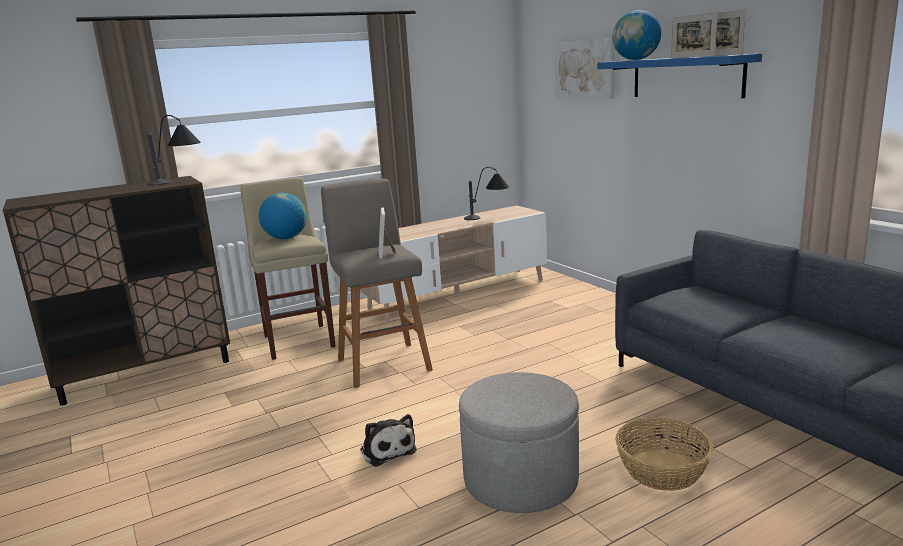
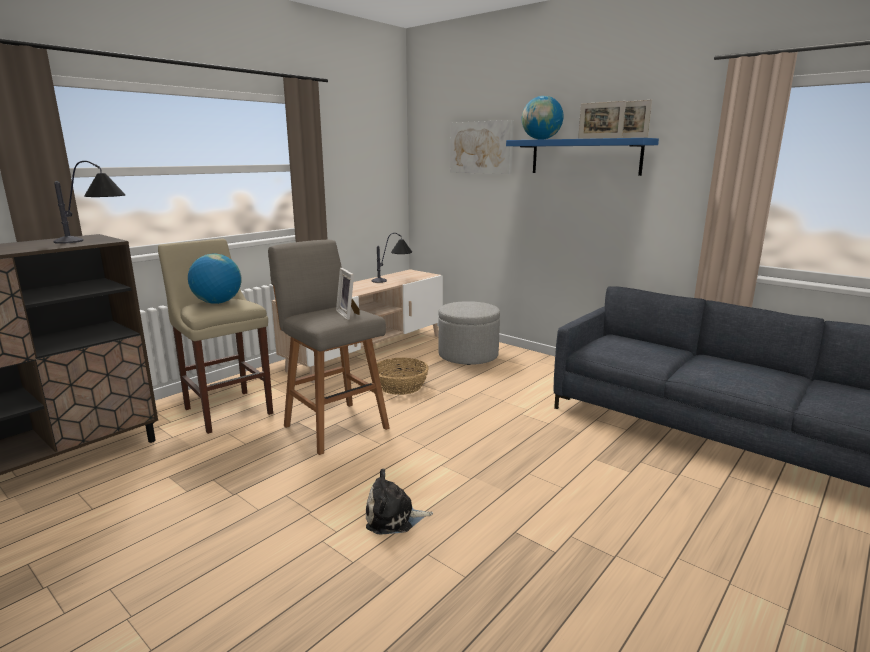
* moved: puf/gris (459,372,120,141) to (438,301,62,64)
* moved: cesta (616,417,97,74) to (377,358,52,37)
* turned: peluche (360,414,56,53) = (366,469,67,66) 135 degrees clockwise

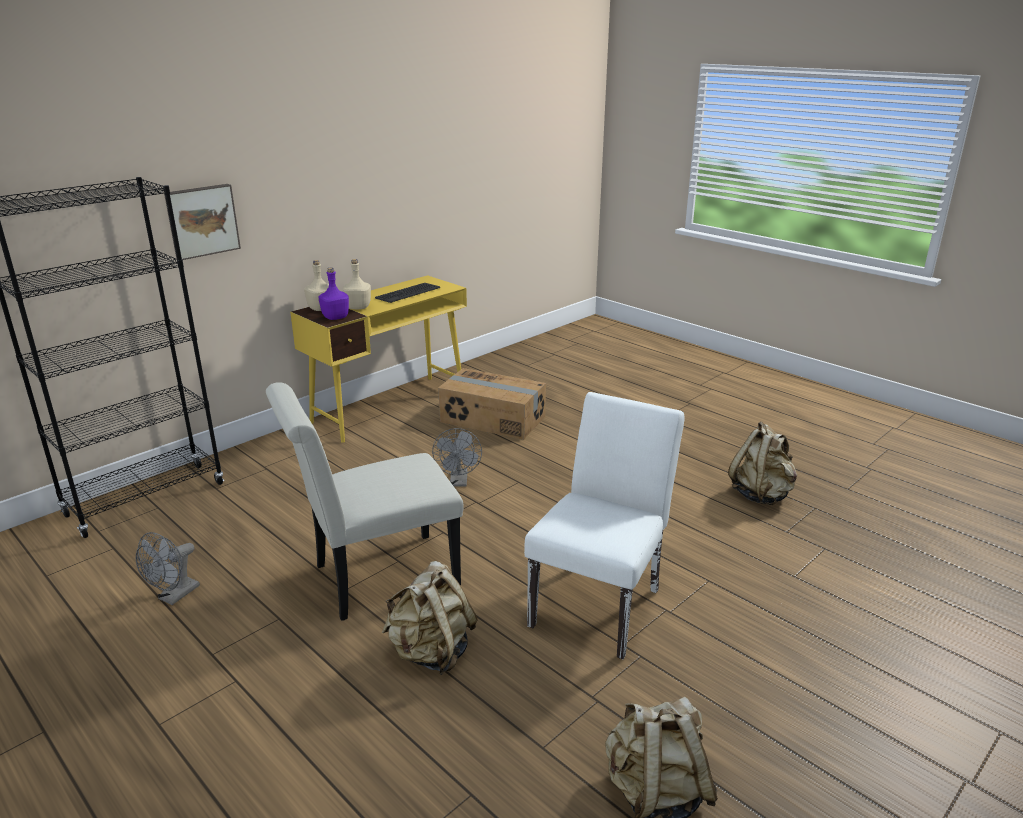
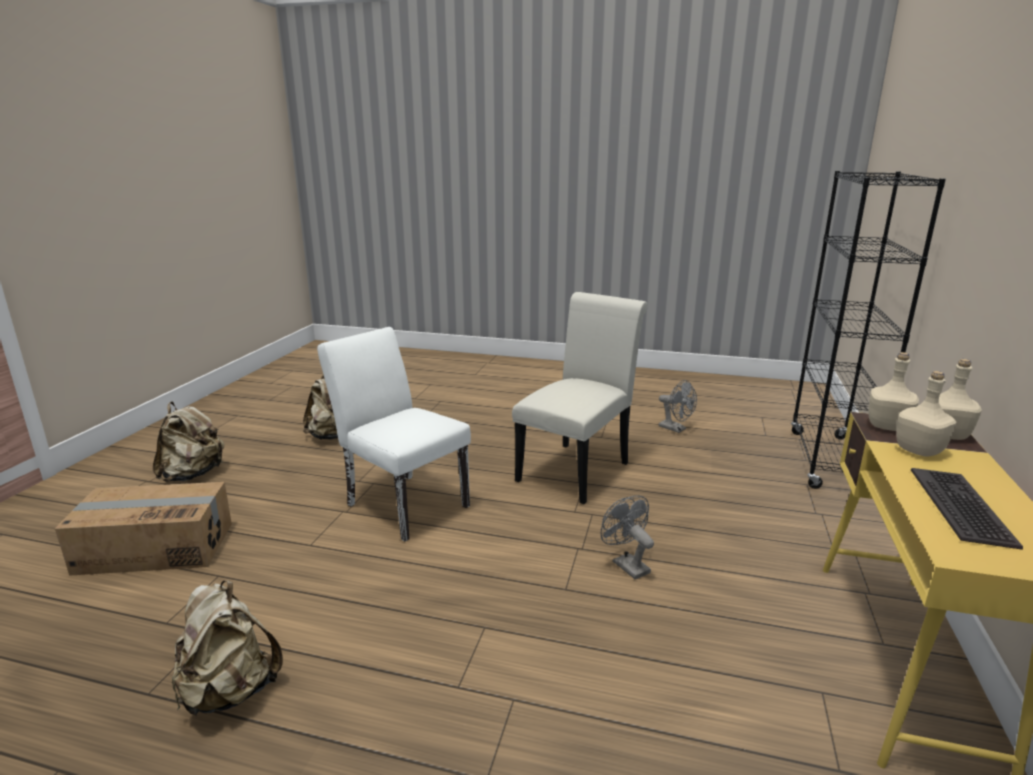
* removed: cuadro (164,184,77,76)
* moved: mochila/beis (382,561,96,114) to (153,402,72,80)
* moved: caja de cartón (438,368,108,72) to (55,482,177,94)
* recoloured: botella/morado (319,268,30,52) to botella/beis (868,352,51,79)
* turned: ventilador/gris (136,532,64,73) = (659,380,38,53) 135 degrees clockwise
* turned: silla/blanco (524,392,160,268) = (317,327,154,215) 135 degrees clockwise

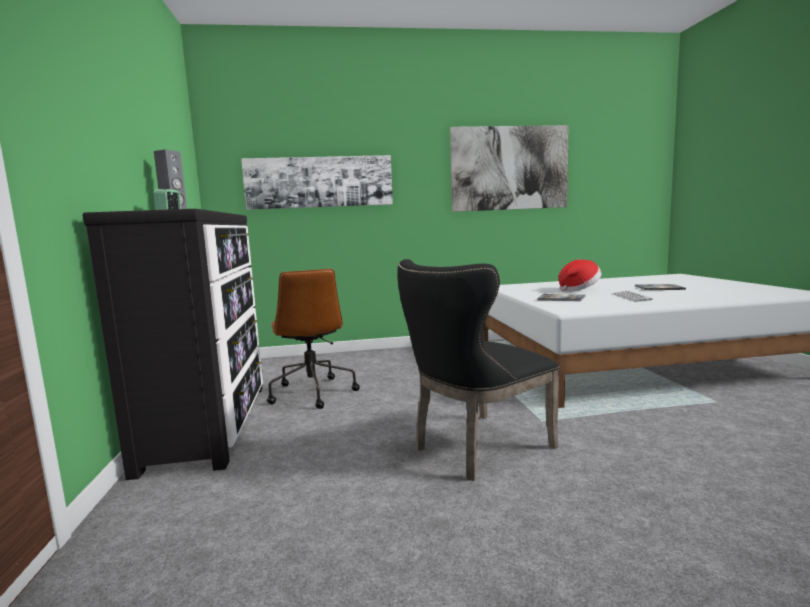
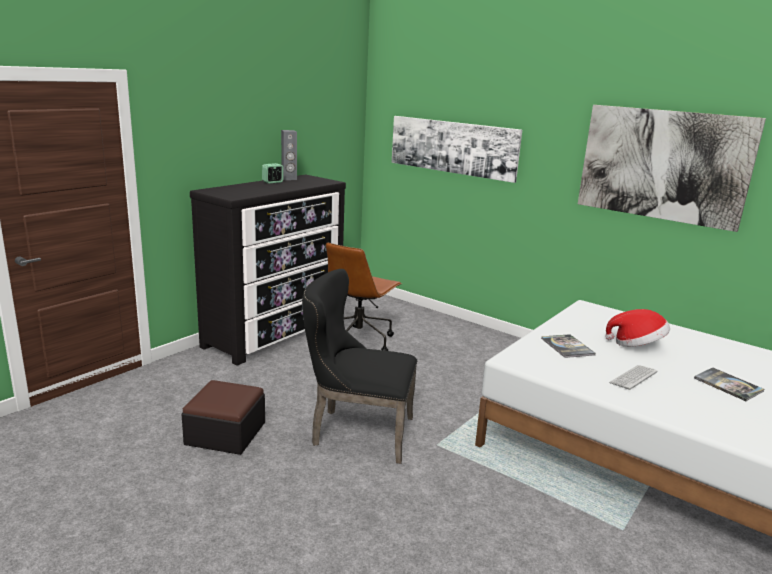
* added: puf (182,380,83,75)

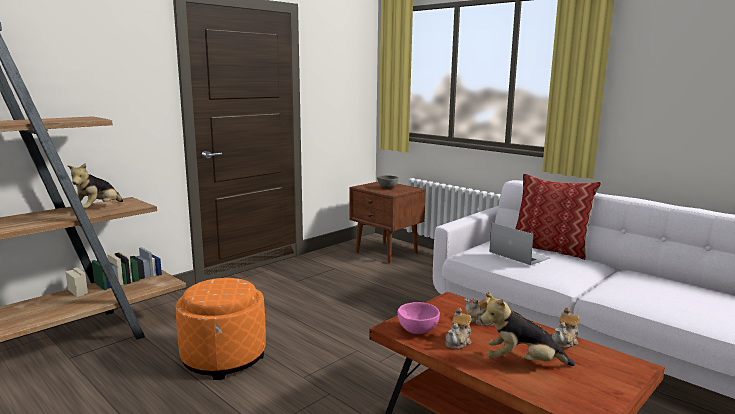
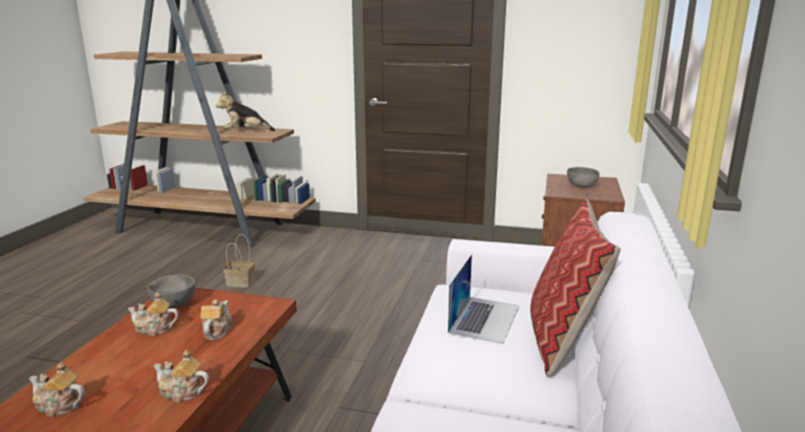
* removed: peluche (480,293,95,73)
* added: tetera (29,362,56,55)
* replaced: puf/naranja (176,278,90,102) to cesta (223,234,32,54)
* recoloured: cuenco/rosa (397,302,43,32) to cuenco/gris (147,274,49,34)

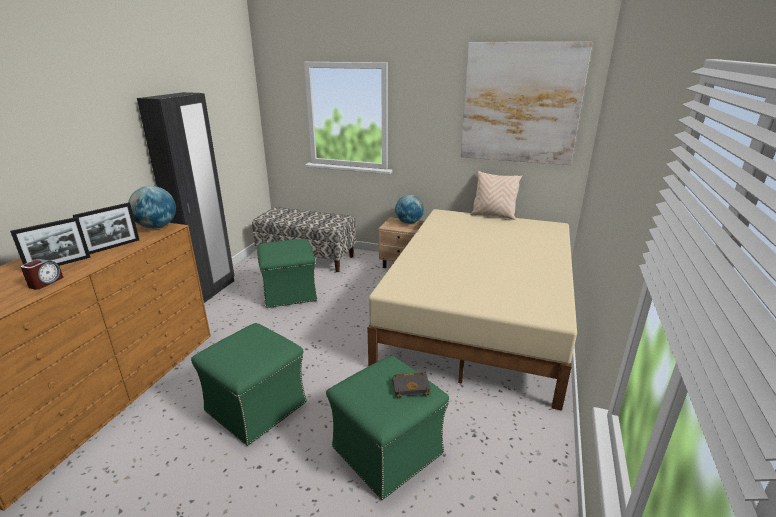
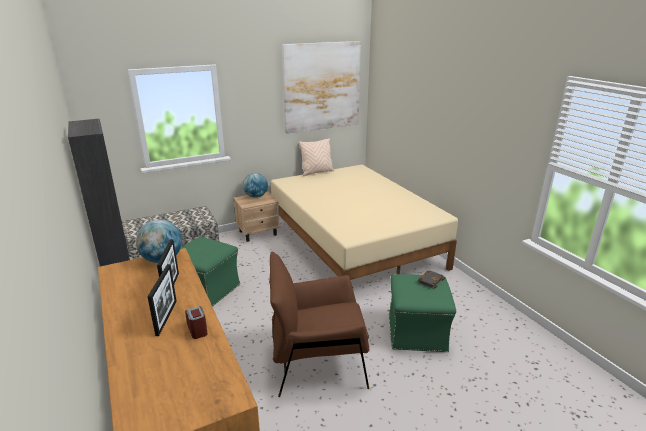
* replaced: puf/verde (191,323,116,123) to sillón/marrón (269,252,100,145)

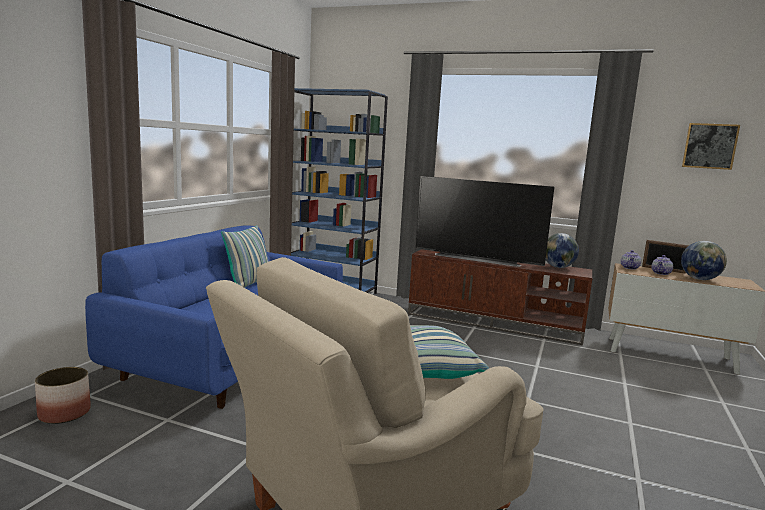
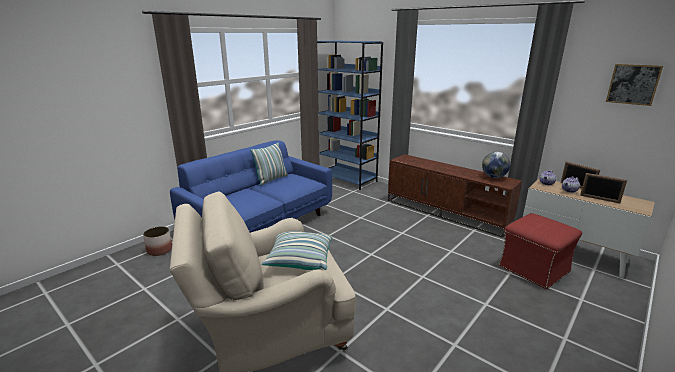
* removed: televisor (415,176,139,91)
* added: puf/rojo (499,213,83,76)
* replaced: globo terráqueo (681,241,46,39) to portarretratos (580,173,47,30)

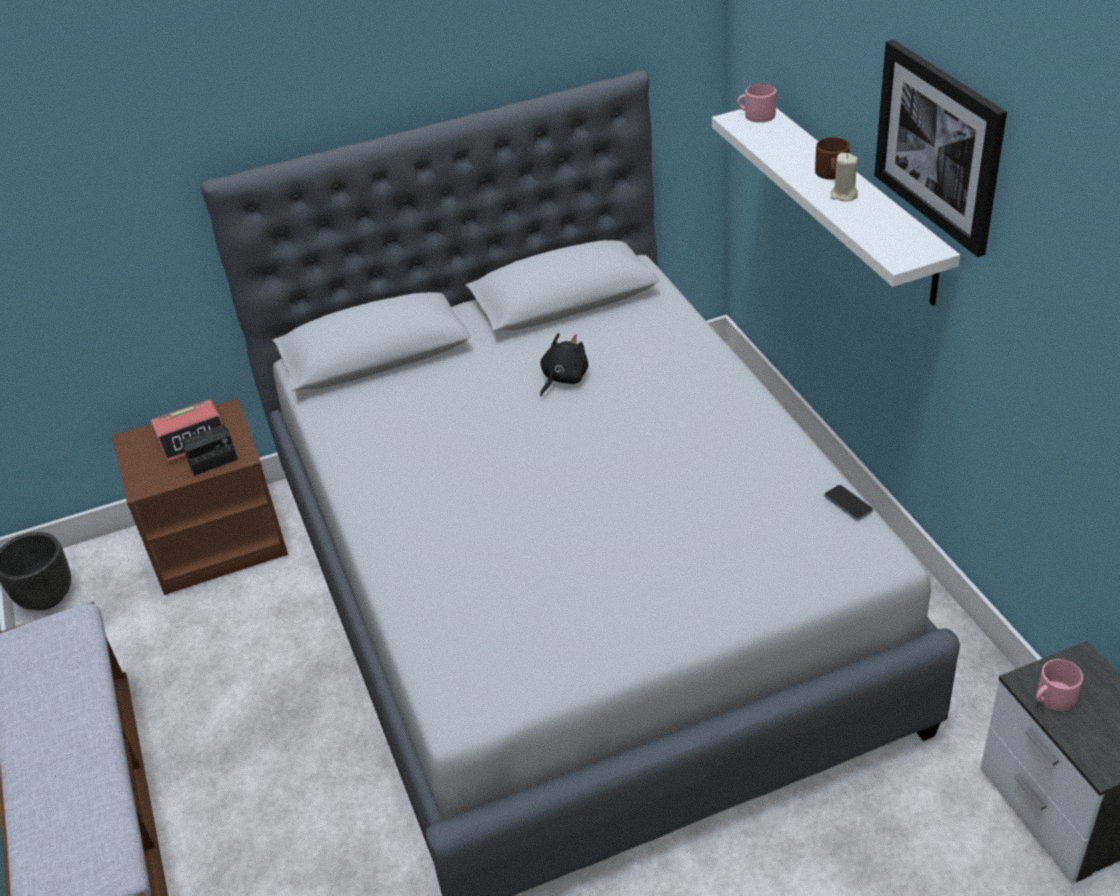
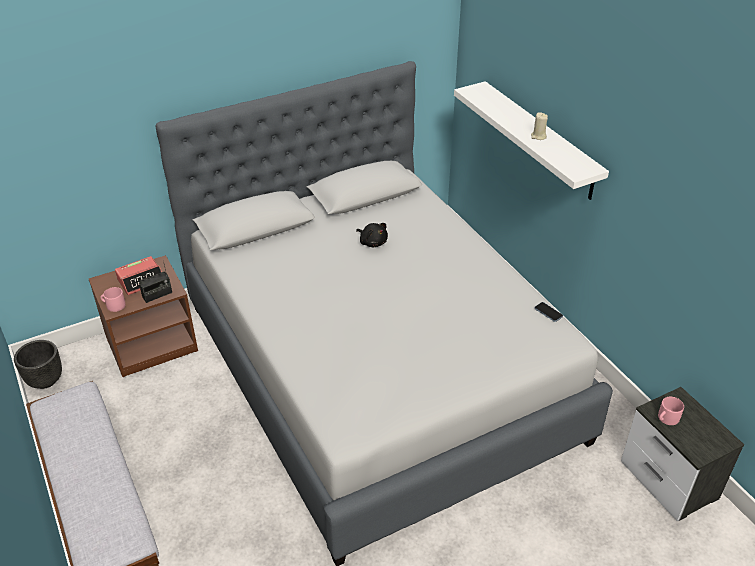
* removed: taza grande/marrón (815,137,35,43)
* removed: cuadro (874,39,133,218)
* moved: taza grande/rosa (737,84,39,39) to (100,287,26,25)
* turned: peluche/negro (540,333,49,63) = (356,223,32,24) 105 degrees clockwise

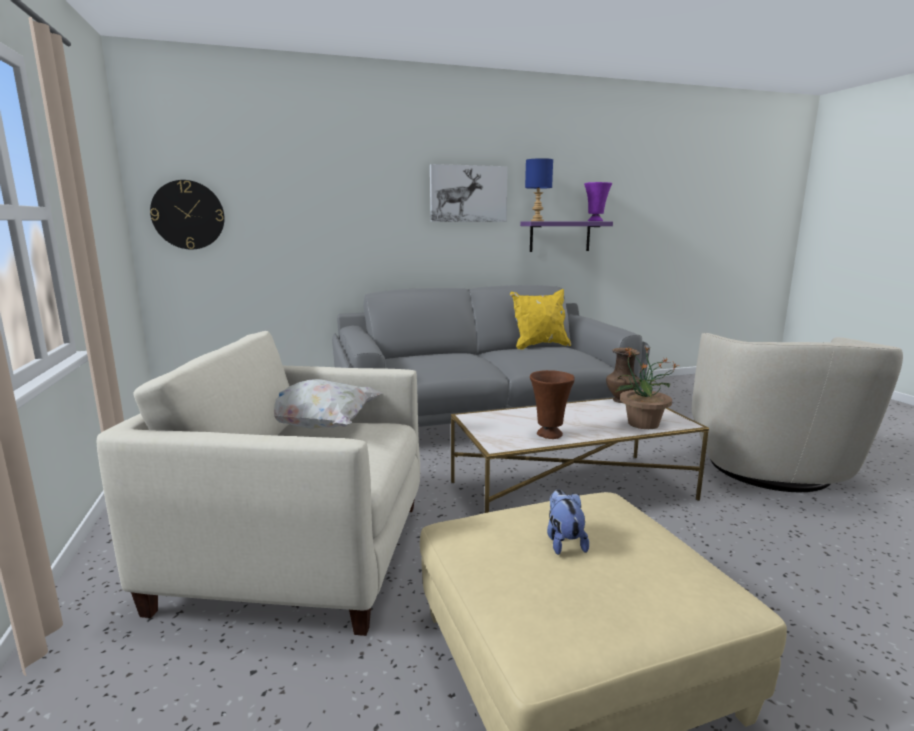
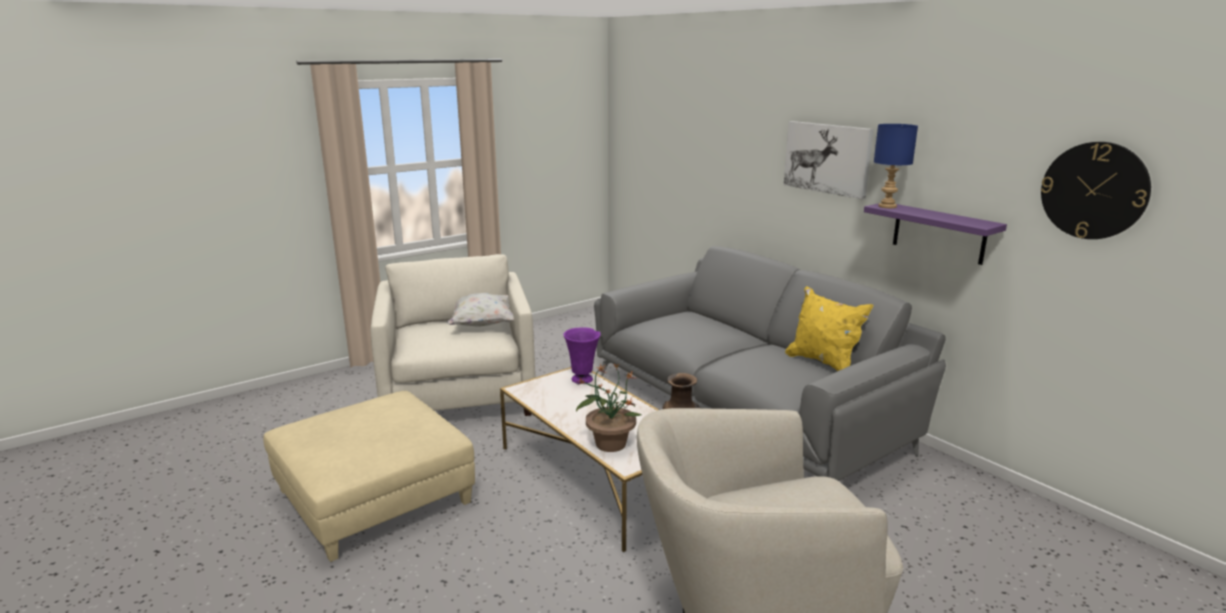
* removed: florero/marrón (530,370,45,69)
* removed: peluche (547,490,42,65)
* moved: reloj de pared (150,180,74,69) to (1041,142,110,97)
* moved: florero/morado (584,182,28,39) to (563,327,38,57)

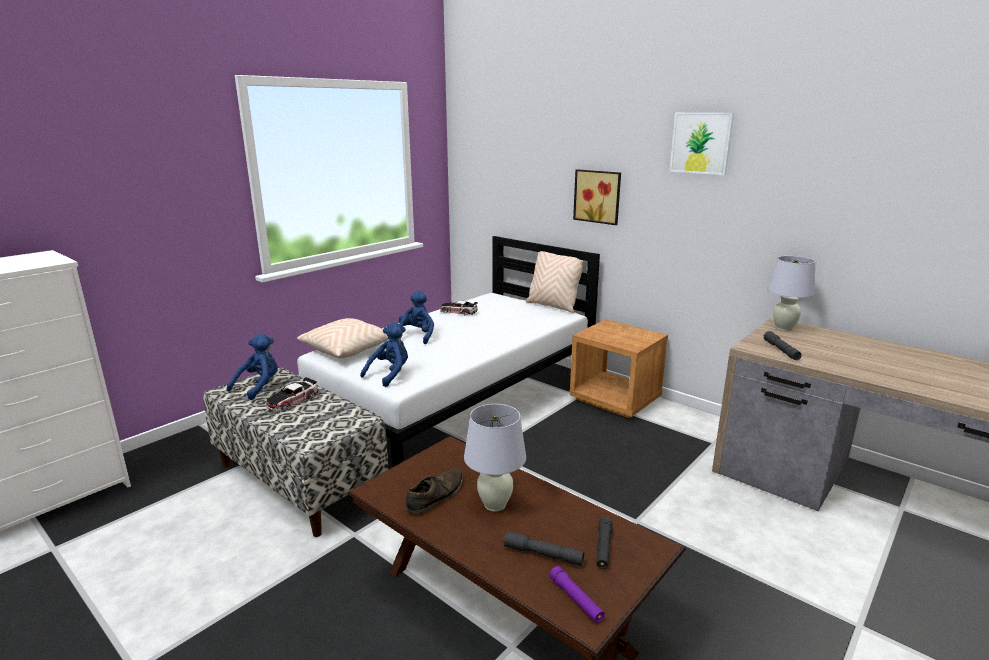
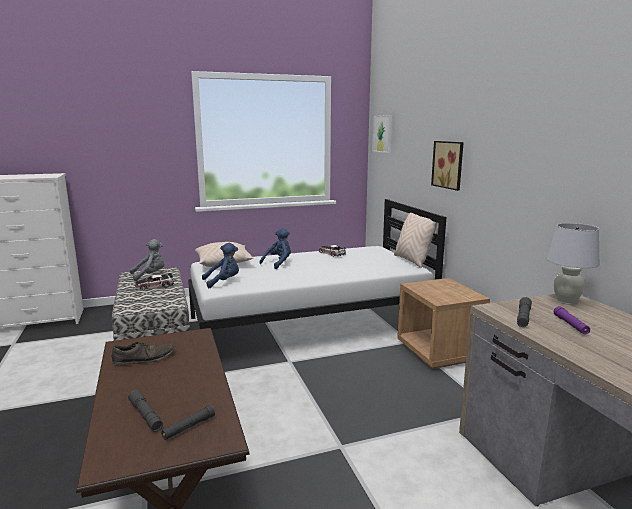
* removed: lámpara de mesa/blanco (464,404,62,107)
* moved: linterna/morado (549,566,56,57) to (554,306,36,29)
* moved: cuadro (669,113,65,62) to (372,115,20,38)
* recoloured: peluche/azul (227,334,51,66) to peluche/gris (130,239,35,42)

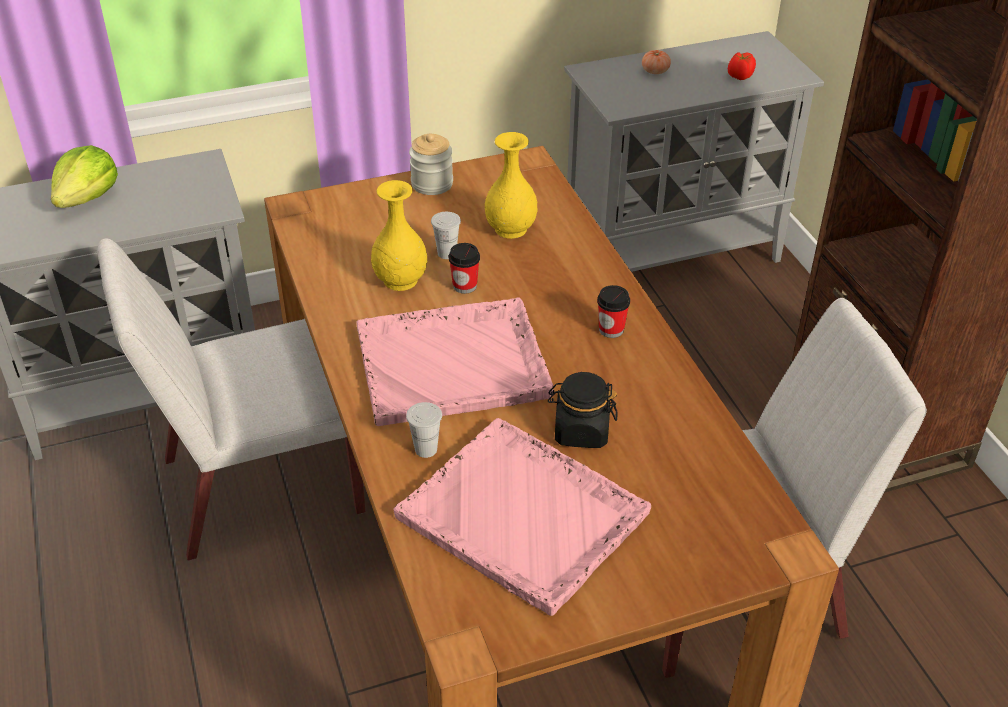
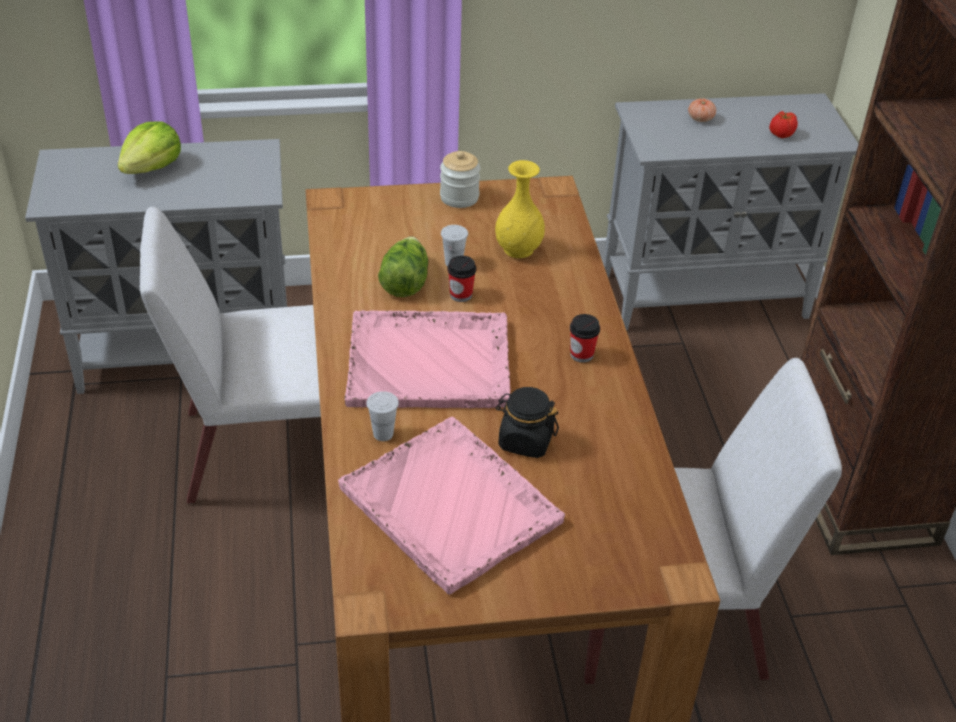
* replaced: florero/amarillo (371,180,56,111) to lechuga (378,236,50,61)

